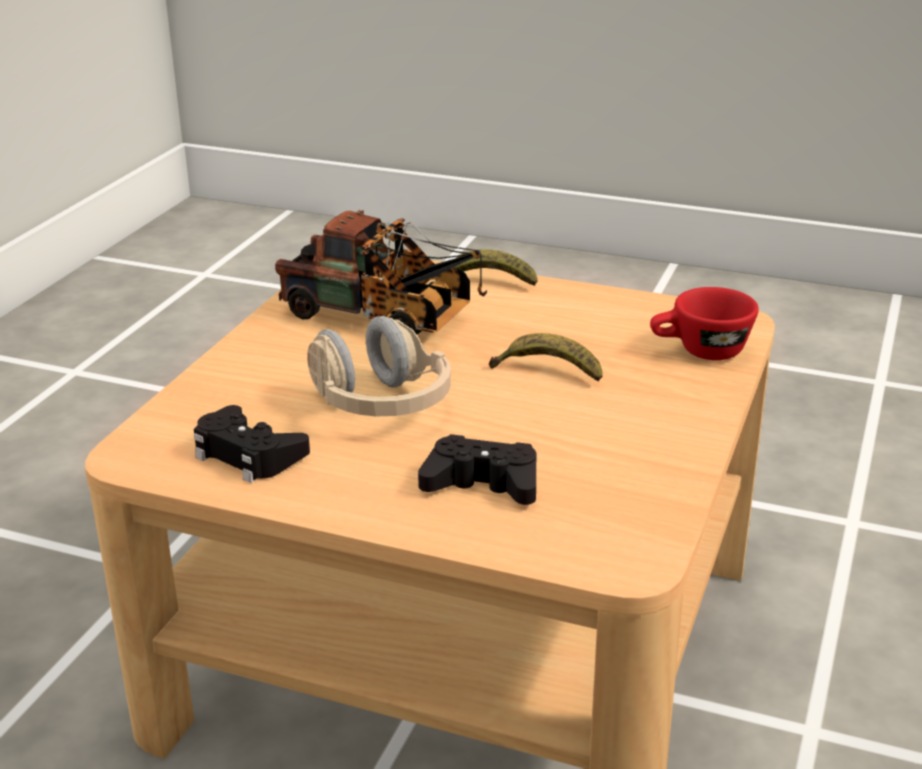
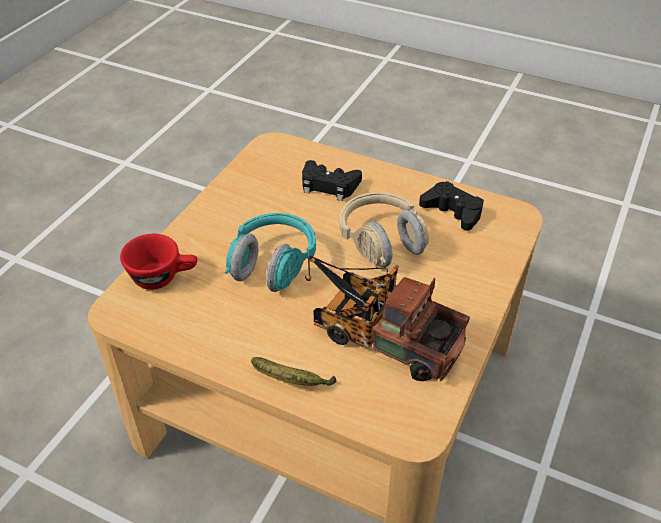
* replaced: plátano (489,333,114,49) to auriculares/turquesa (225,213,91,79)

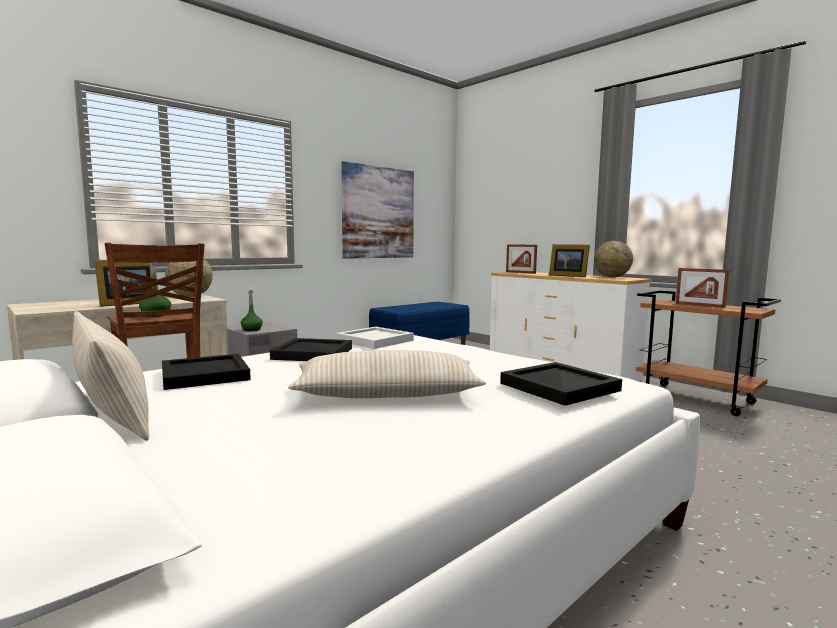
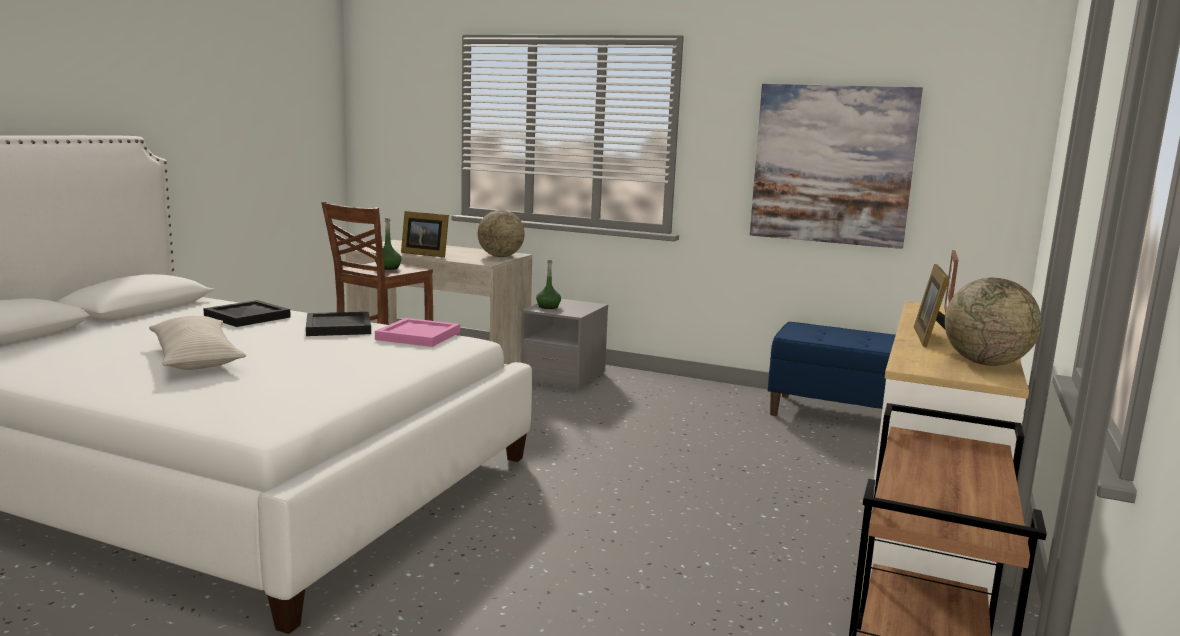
* removed: cojín/beis (72,311,77,130)
* removed: bandeja/negro (500,362,122,44)
* removed: portarretratos (676,268,53,40)
* recoloured: bandeja/blanco (336,327,78,22) to bandeja/rosa (375,318,85,29)

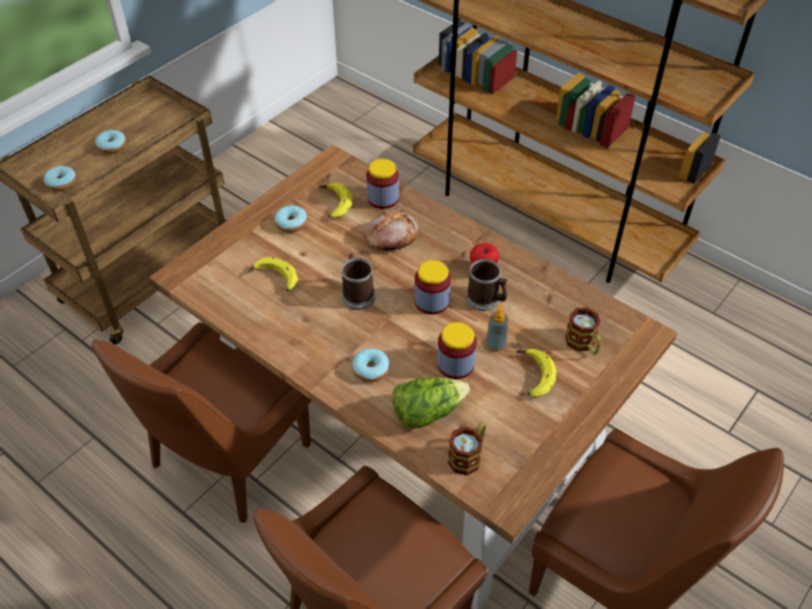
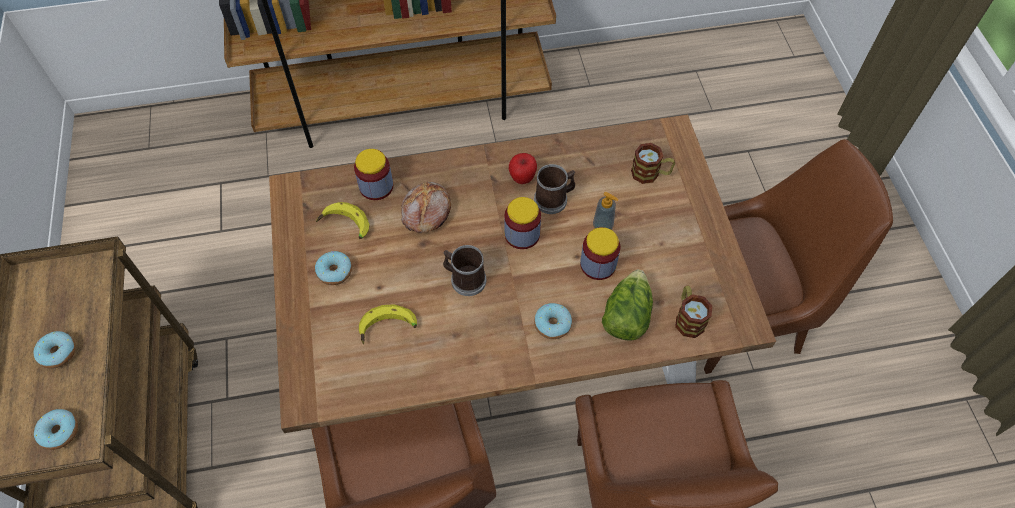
* removed: plátano (515,349,42,48)

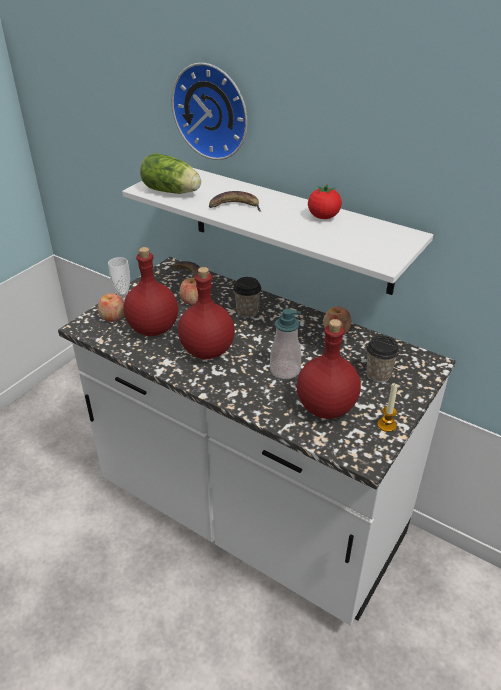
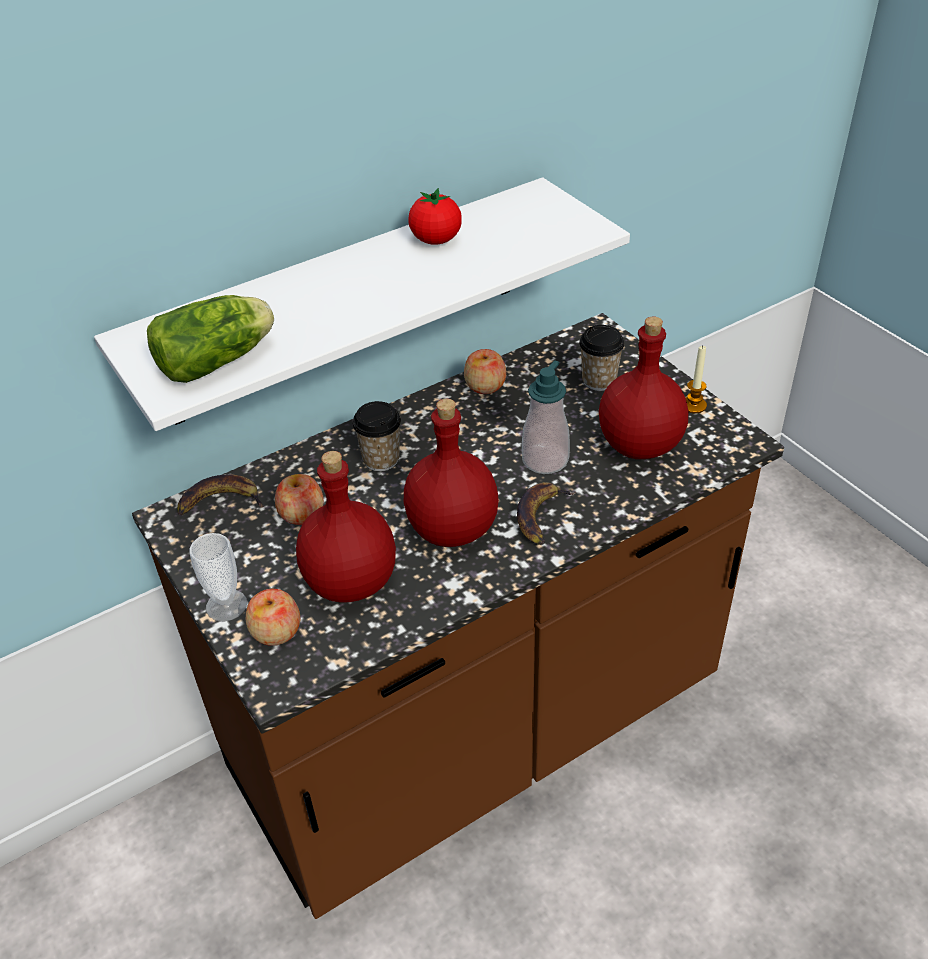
* removed: reloj de pared (172,63,76,97)
* moved: plátano (209,191,52,21) to (517,482,59,63)
* recoloured: mueble bajo de cocina/blanco (58,257,398,369) to mueble bajo de cocina/marrón (132,313,652,606)

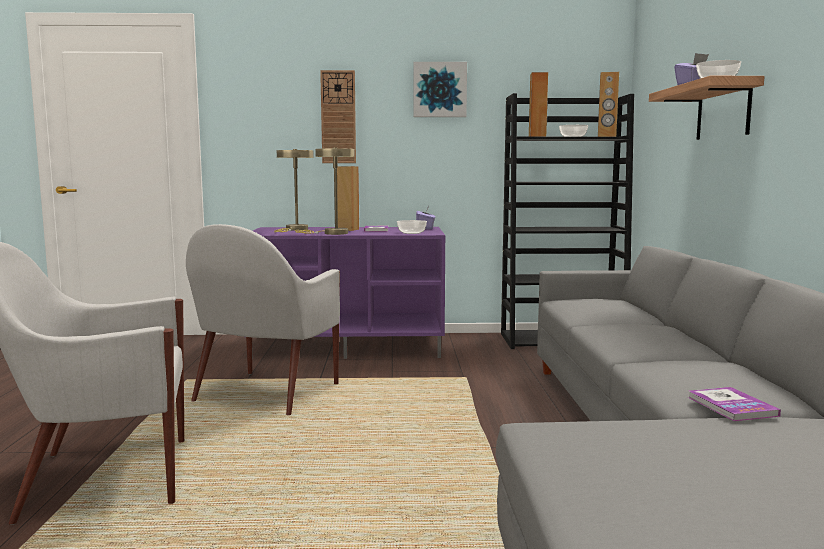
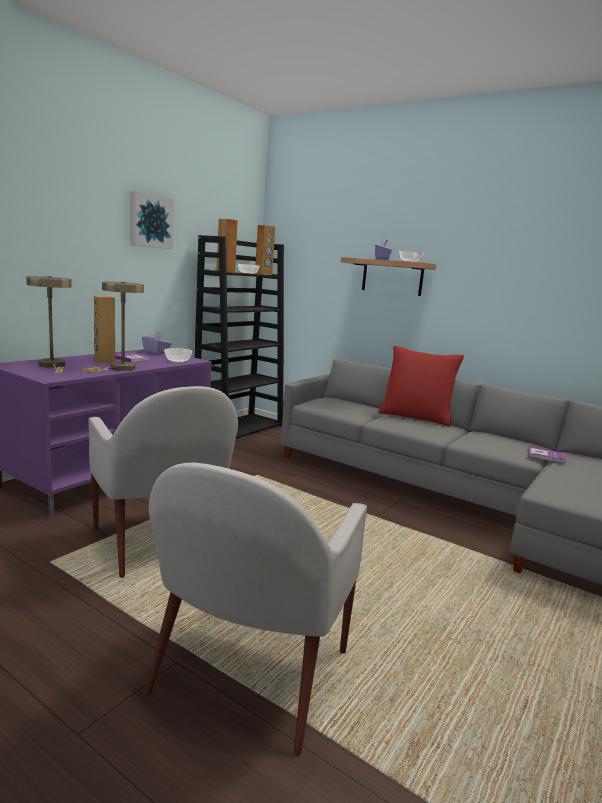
* removed: reloj de pared (320,70,36,93)
* added: cojín/rojo (379,346,85,81)

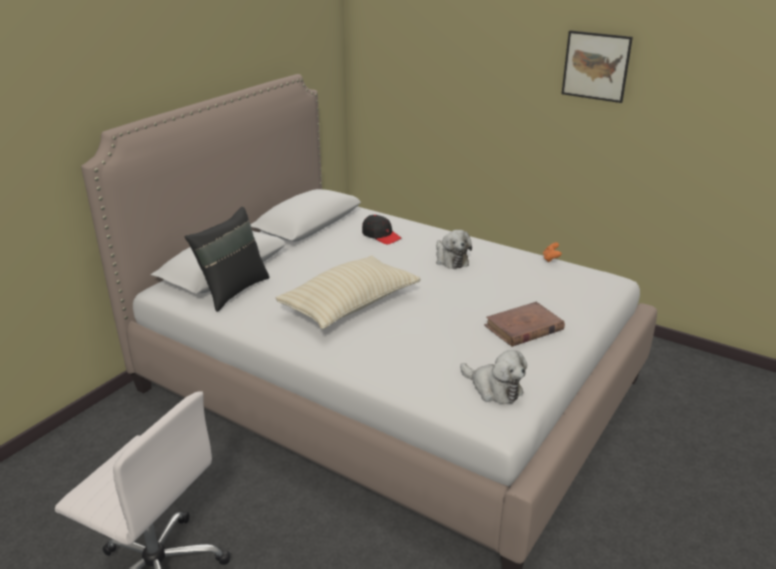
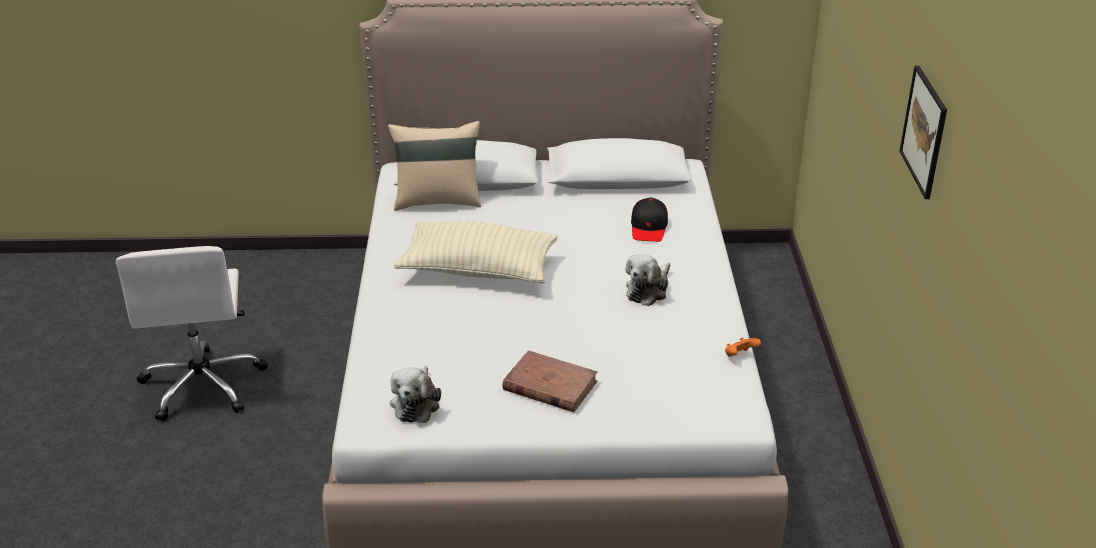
* recoloured: cojín/negro (184,207,85,105) to cojín/beis (388,121,93,90)

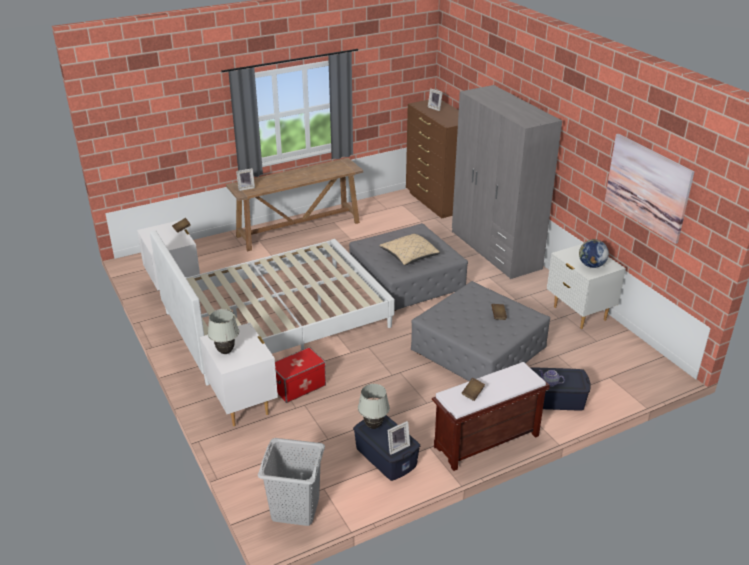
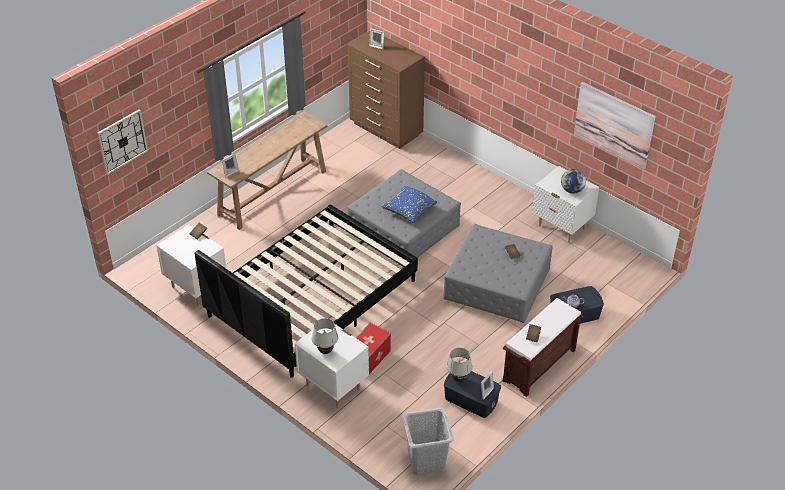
* removed: armario ropero/gris (452,85,110,194)
* added: reloj de pared (97,109,51,66)
* recoloured: cama/blanco (150,230,245,155) to cama/negro (195,204,223,174)
* recoloured: cojín/beis (379,234,61,31) to cojín/azul (382,186,55,37)

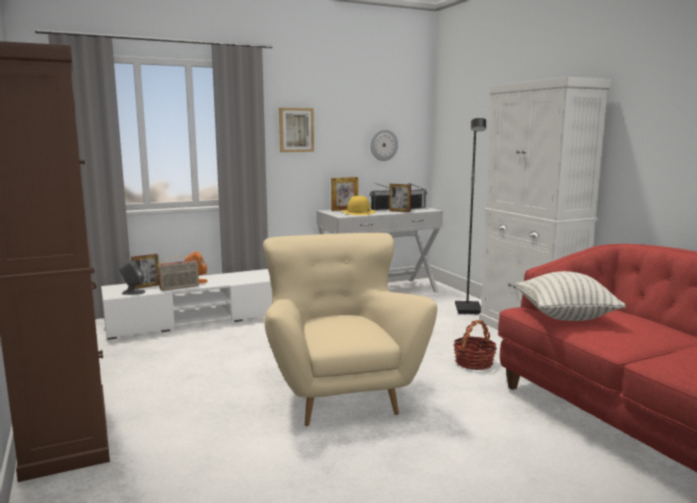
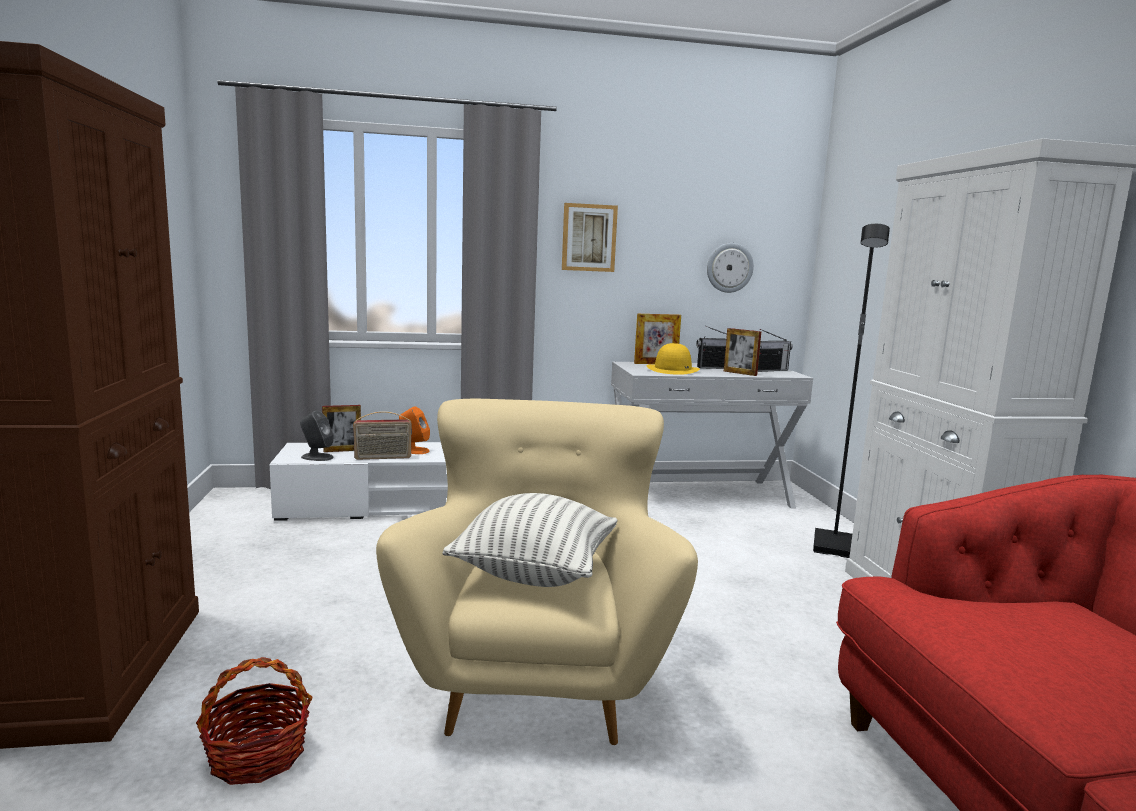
* moved: cesta (453,320,44,50) to (196,657,116,128)
* moved: cojín (515,271,110,50) to (442,493,175,94)

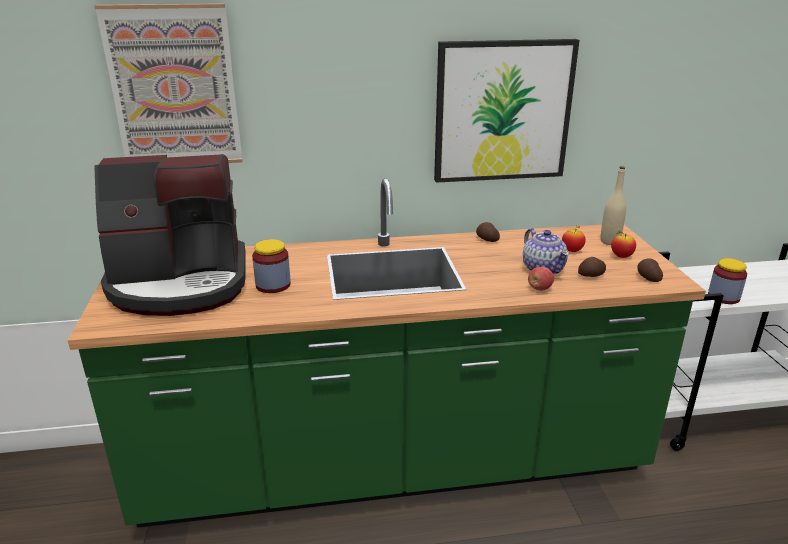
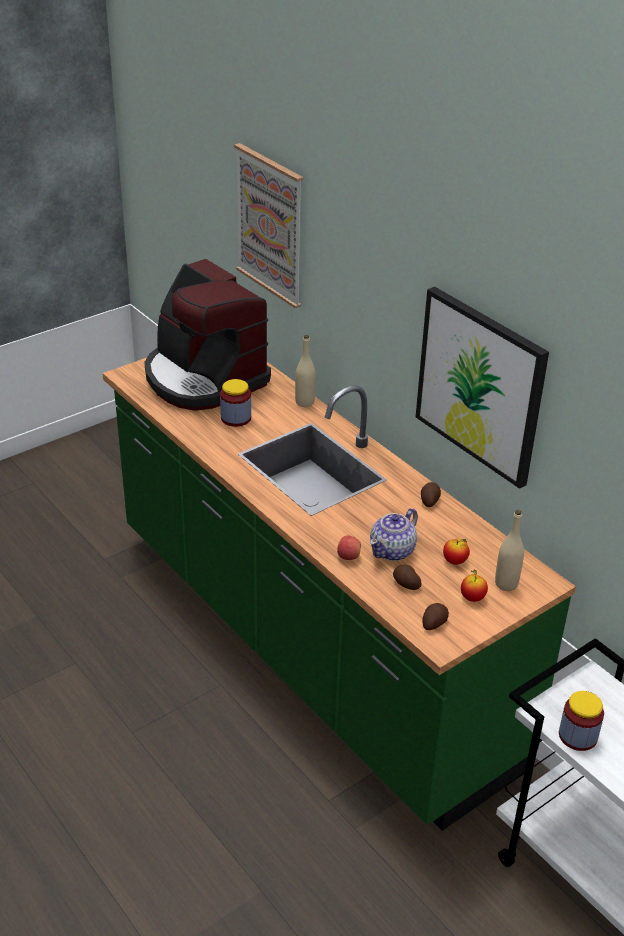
* added: botella/beis (295,335,21,72)

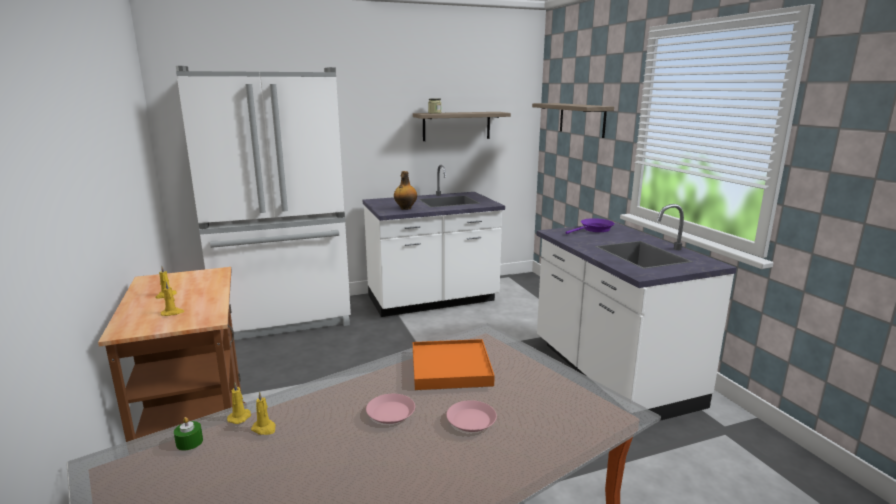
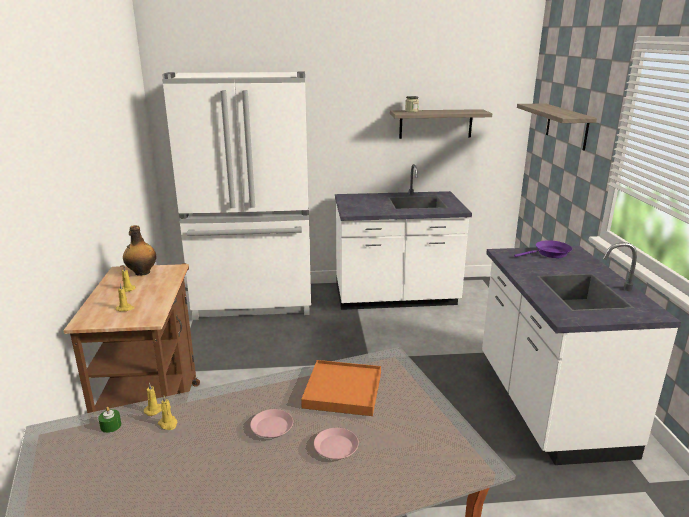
* moved: botella (394,171,23,39) to (123,225,33,51)

